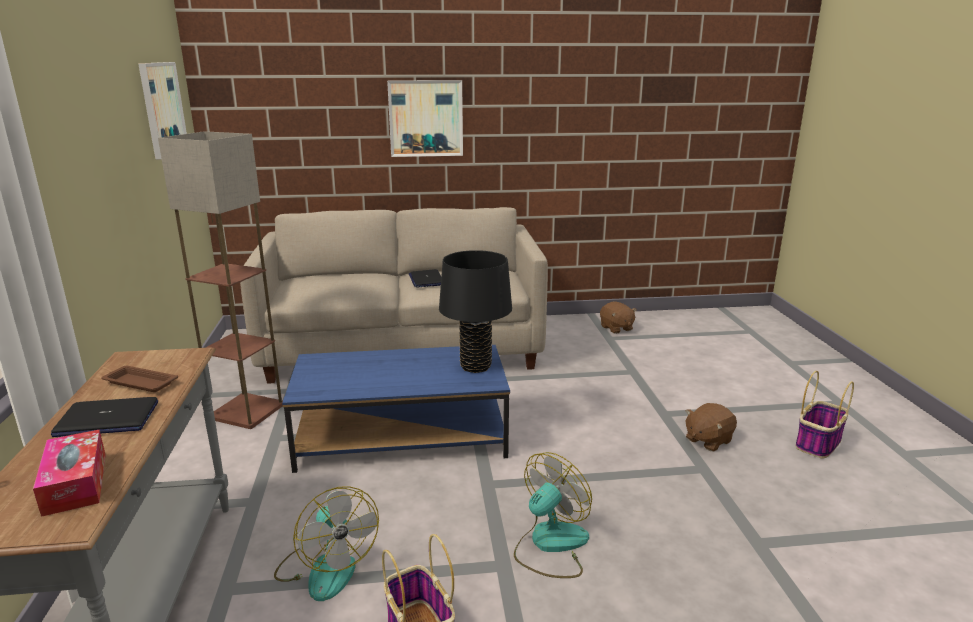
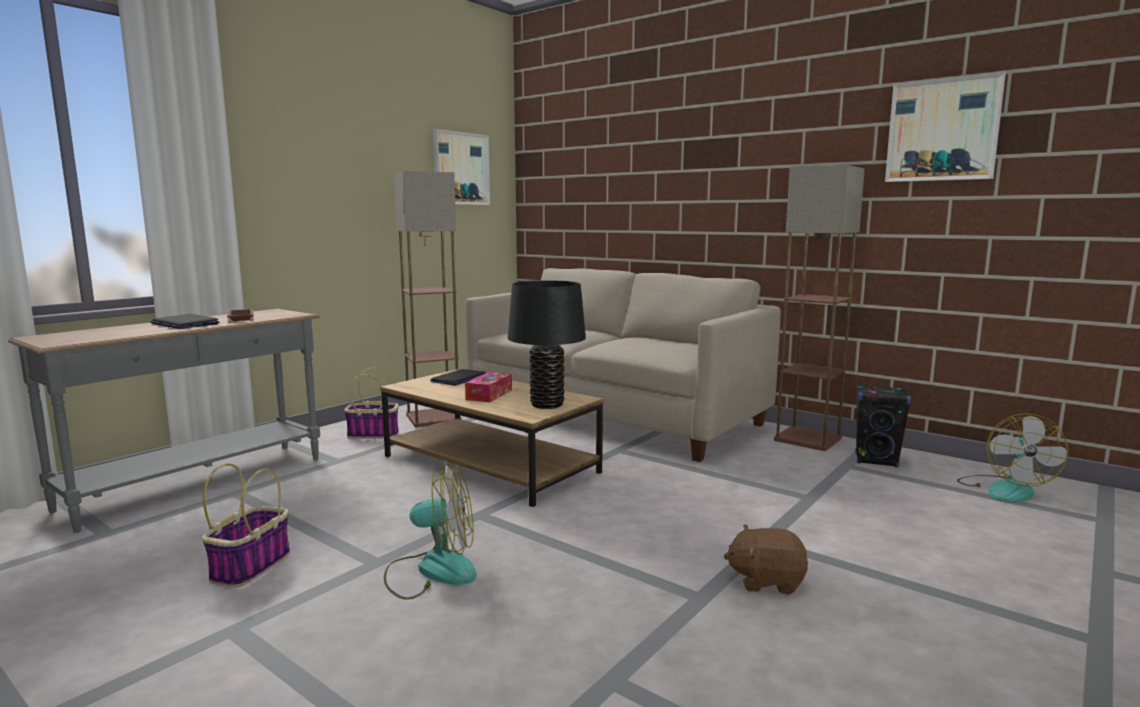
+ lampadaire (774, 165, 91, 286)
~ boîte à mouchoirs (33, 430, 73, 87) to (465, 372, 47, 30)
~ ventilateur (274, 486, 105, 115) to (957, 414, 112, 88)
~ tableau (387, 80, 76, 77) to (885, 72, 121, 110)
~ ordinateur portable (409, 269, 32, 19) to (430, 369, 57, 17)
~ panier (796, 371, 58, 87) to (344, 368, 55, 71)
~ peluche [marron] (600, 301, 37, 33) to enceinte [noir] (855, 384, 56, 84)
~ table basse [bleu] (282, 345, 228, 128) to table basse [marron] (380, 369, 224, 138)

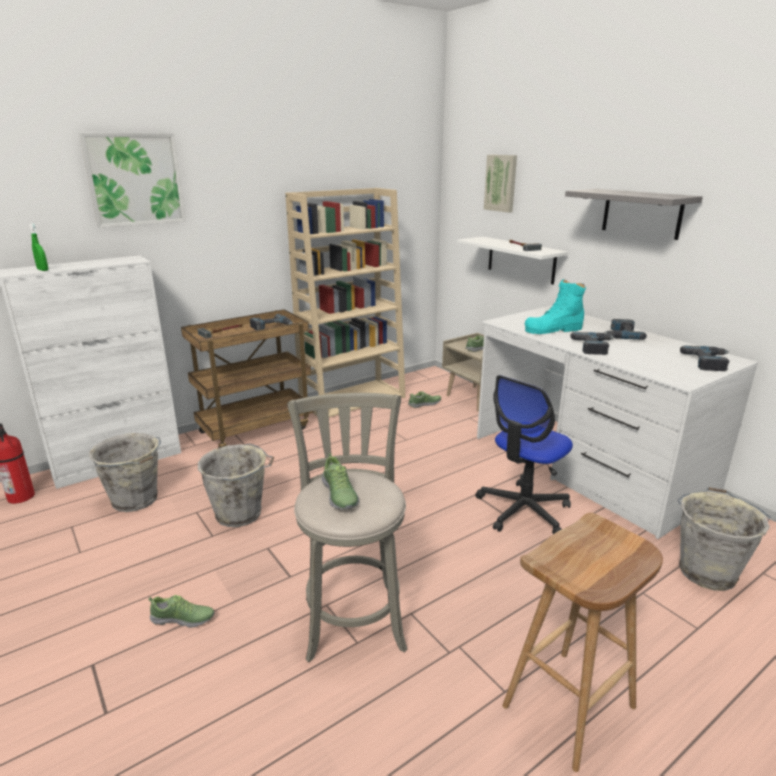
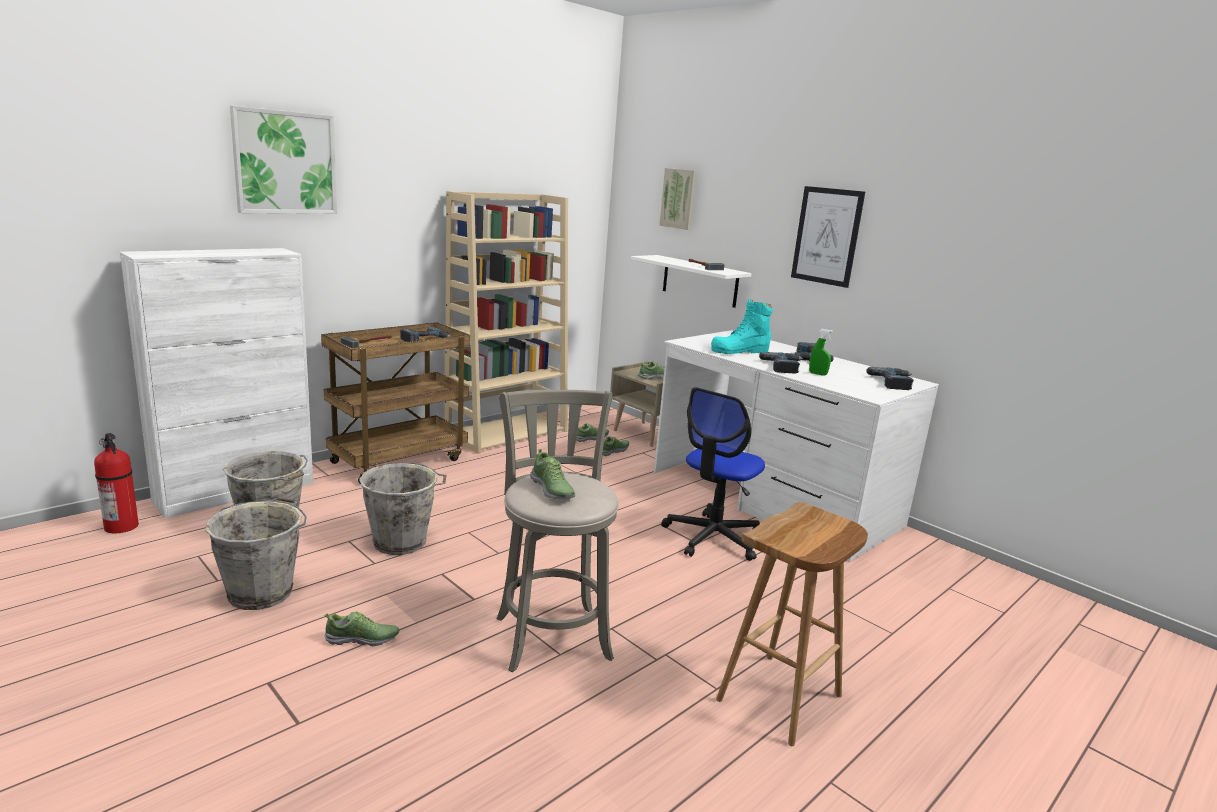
+ chaussure (603, 436, 26, 20)
~ vaporisateur [vert] (29, 223, 19, 48) to (809, 329, 24, 46)
~ seau [gris] (678, 487, 92, 104) to (206, 497, 101, 113)
~ étagère [gris] (565, 189, 138, 51) to tableau (791, 186, 74, 102)

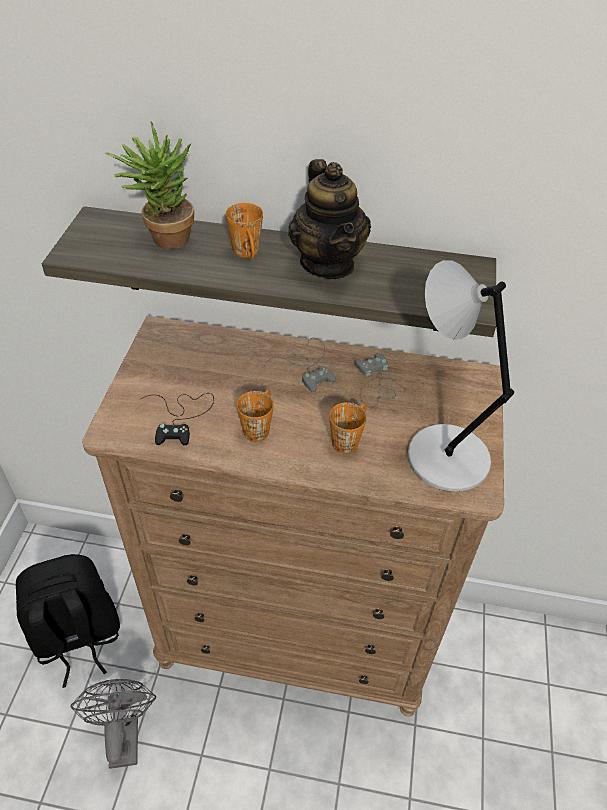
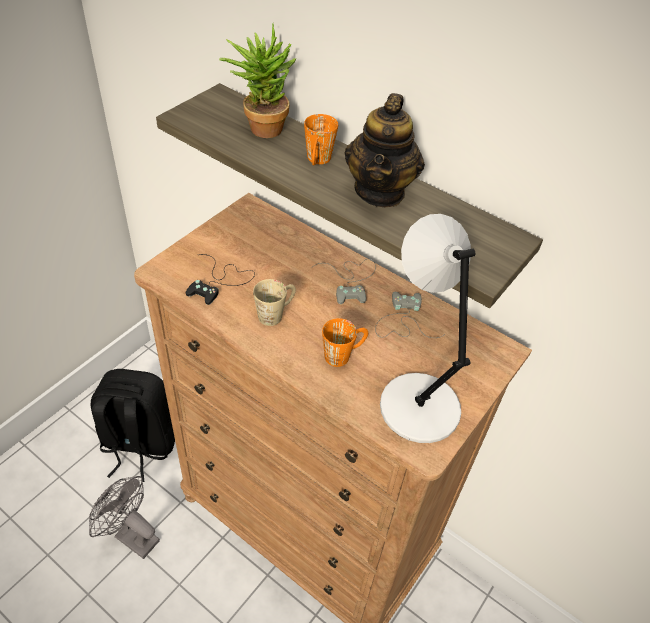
~ mug [orange] (237, 390, 37, 52) to mug [beige] (253, 279, 43, 47)
~ ventilateur [gris] (70, 679, 86, 90) = (89, 476, 71, 83) 75 degrees counterclockwise

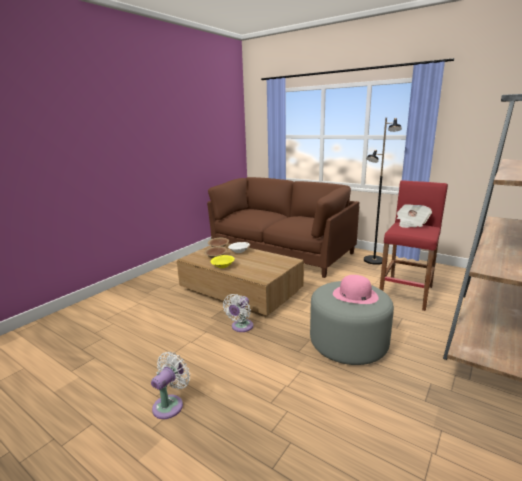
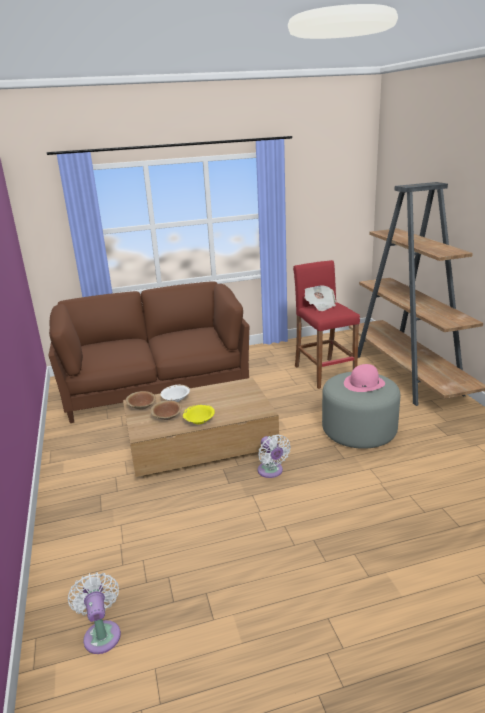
- lampadaire [noir] (364, 118, 38, 147)
~ ventilateur [blanc] (151, 352, 39, 67) to (68, 572, 53, 82)

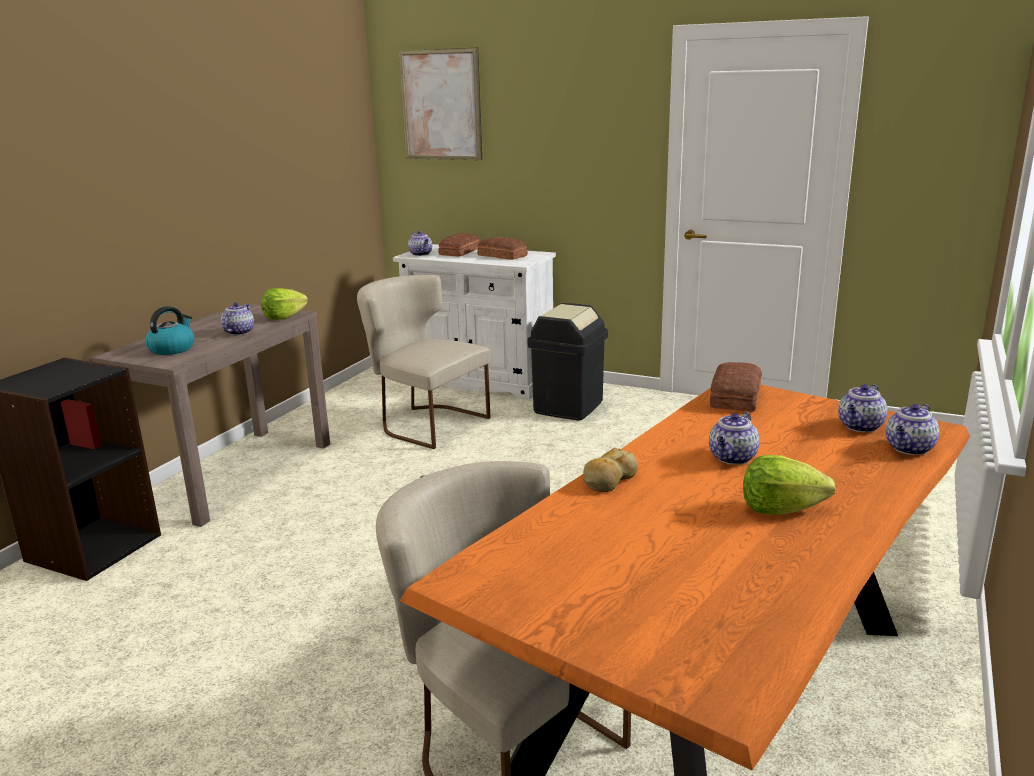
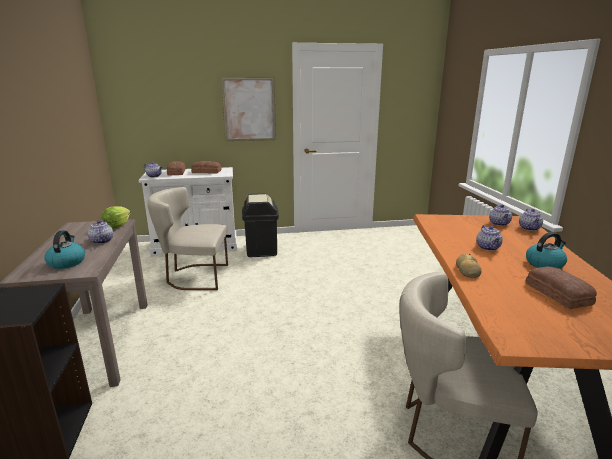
~ tableau (399, 48, 83, 112) to (221, 77, 55, 64)
~ pain (710, 362, 52, 50) to (525, 267, 72, 42)
~ laitue (743, 455, 93, 60) to bouilloire (526, 232, 41, 37)

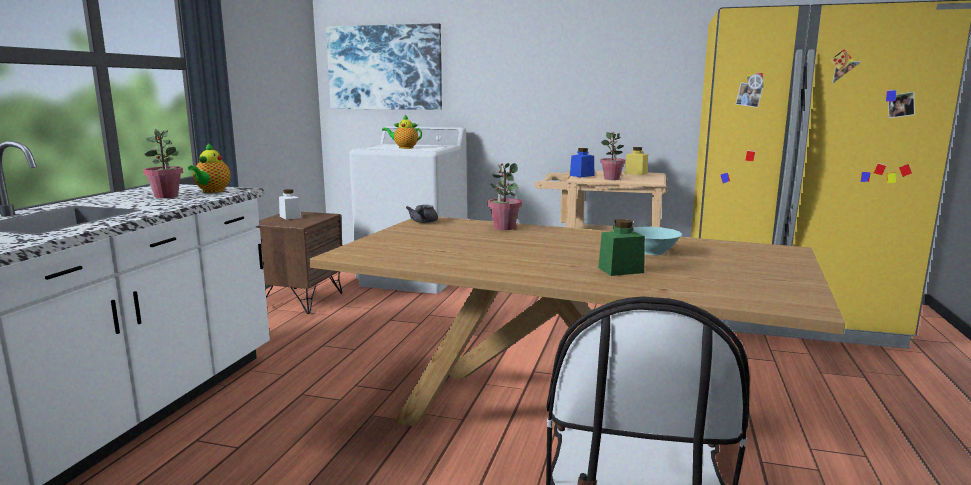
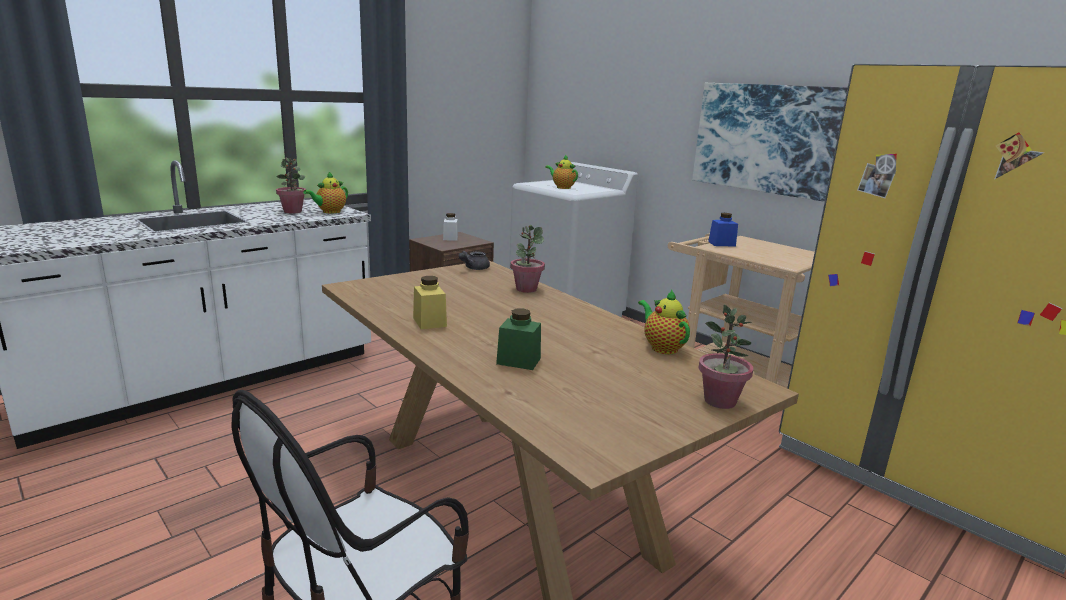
- bol [turquoise] (633, 227, 49, 28)
+ théière (638, 289, 52, 65)
~ tableau (326, 23, 116, 87) to (692, 83, 156, 119)
~ plante en pot (600, 132, 25, 48) to (698, 305, 55, 104)
~ bocal [jaune] (624, 147, 24, 28) to (413, 276, 34, 54)

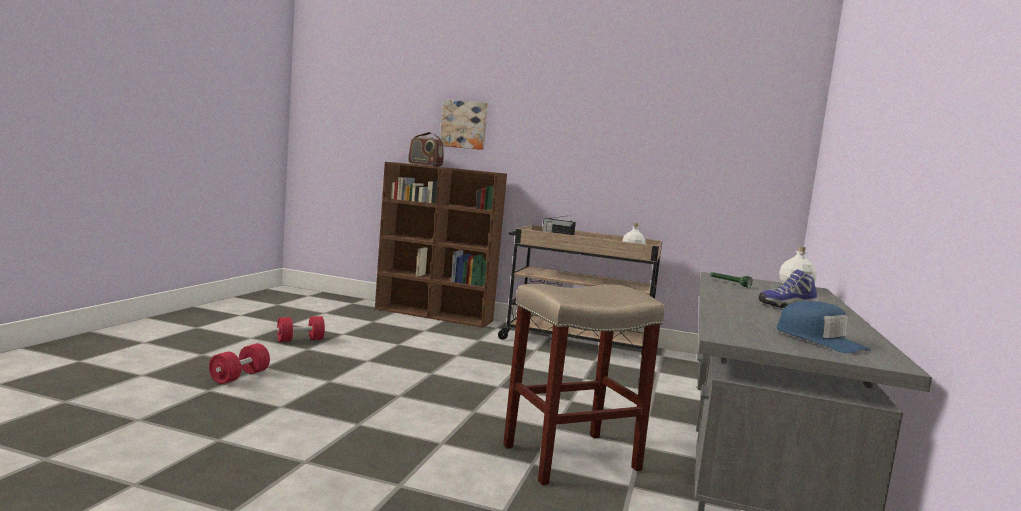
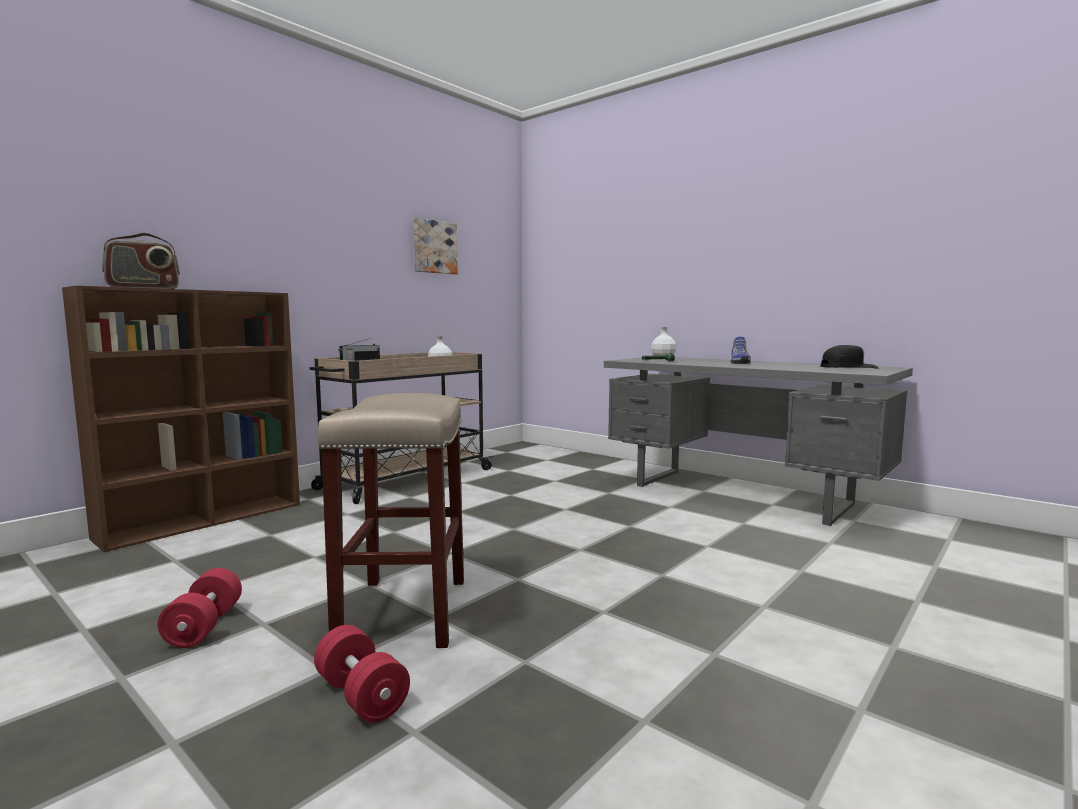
~ tableau (440, 100, 48, 50) to (414, 218, 44, 57)
~ tabouret [beige] (503, 284, 161, 201) to (318, 393, 146, 255)
~ casquette [bleu] (777, 301, 95, 52) to casquette [noir] (820, 345, 59, 24)

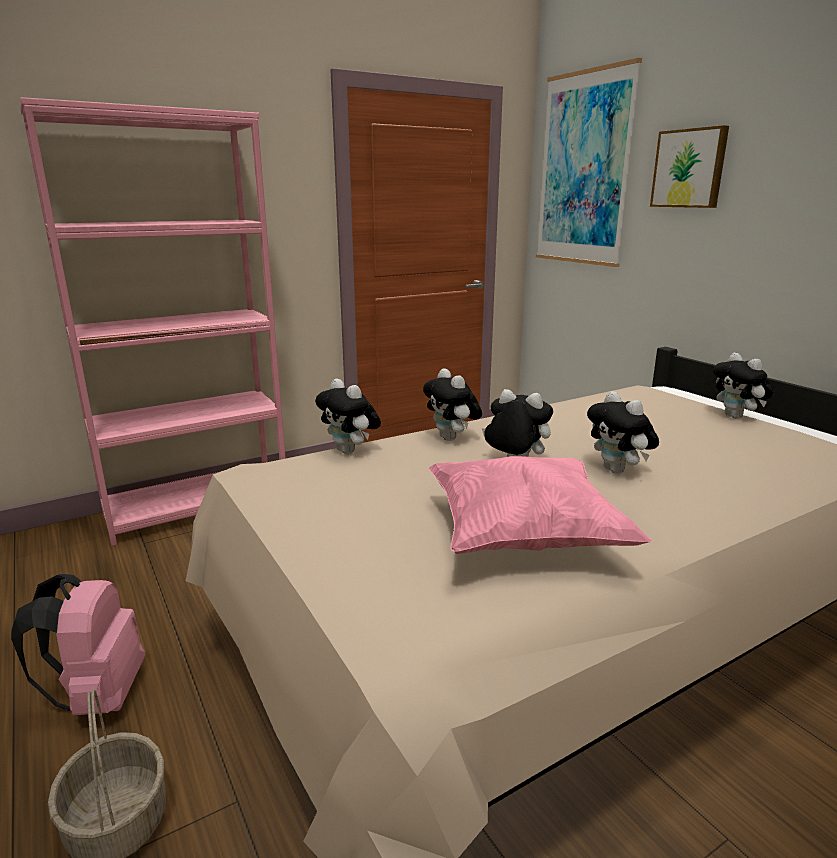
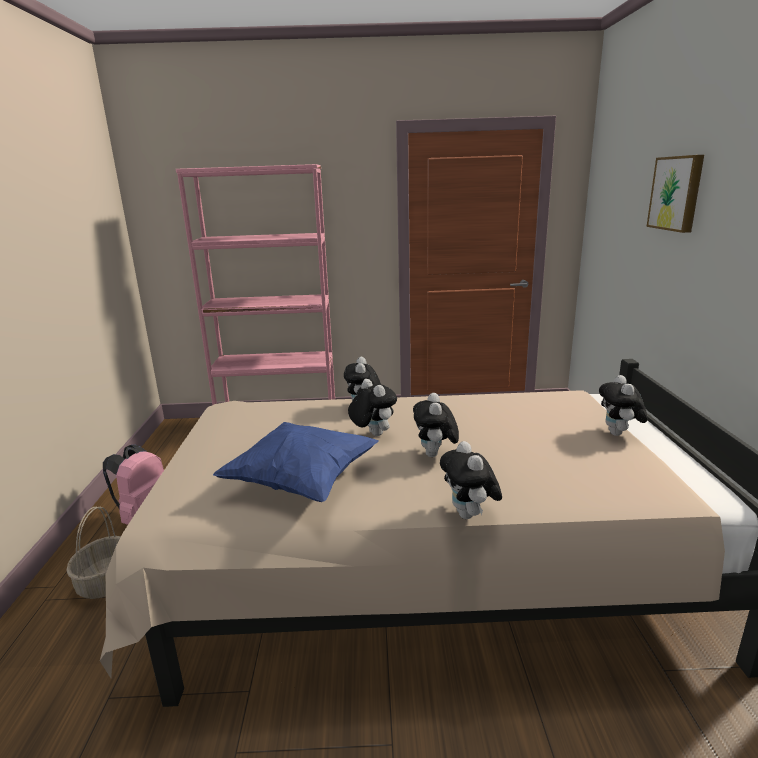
- tableau (536, 58, 106, 209)
~ peluche (315, 379, 66, 75) to (440, 441, 62, 78)
~ coussin [rose] (429, 456, 223, 98) to coussin [bleu] (213, 422, 166, 80)

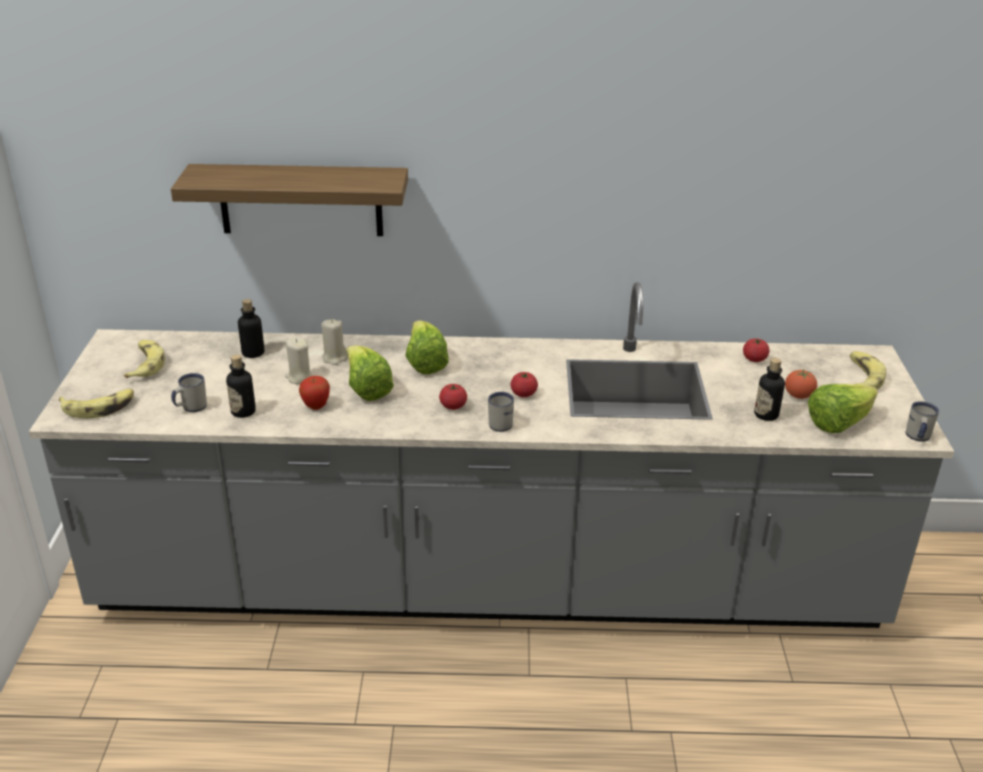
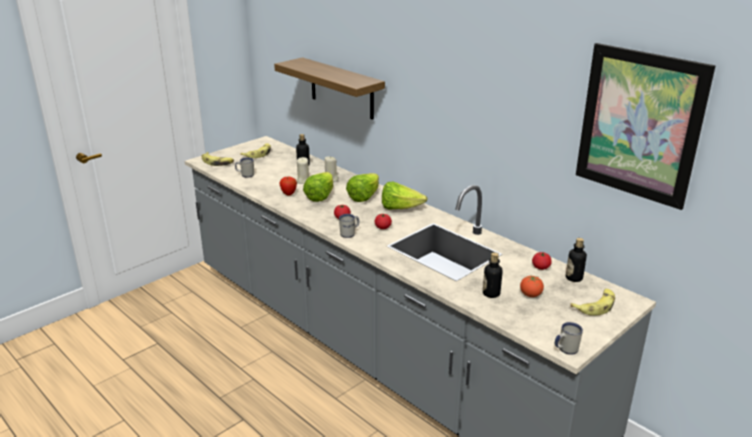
+ tableau (576, 43, 139, 167)
~ bouteille (226, 354, 30, 64) to (566, 238, 21, 44)
~ laitue (808, 384, 70, 49) to (382, 181, 45, 29)

